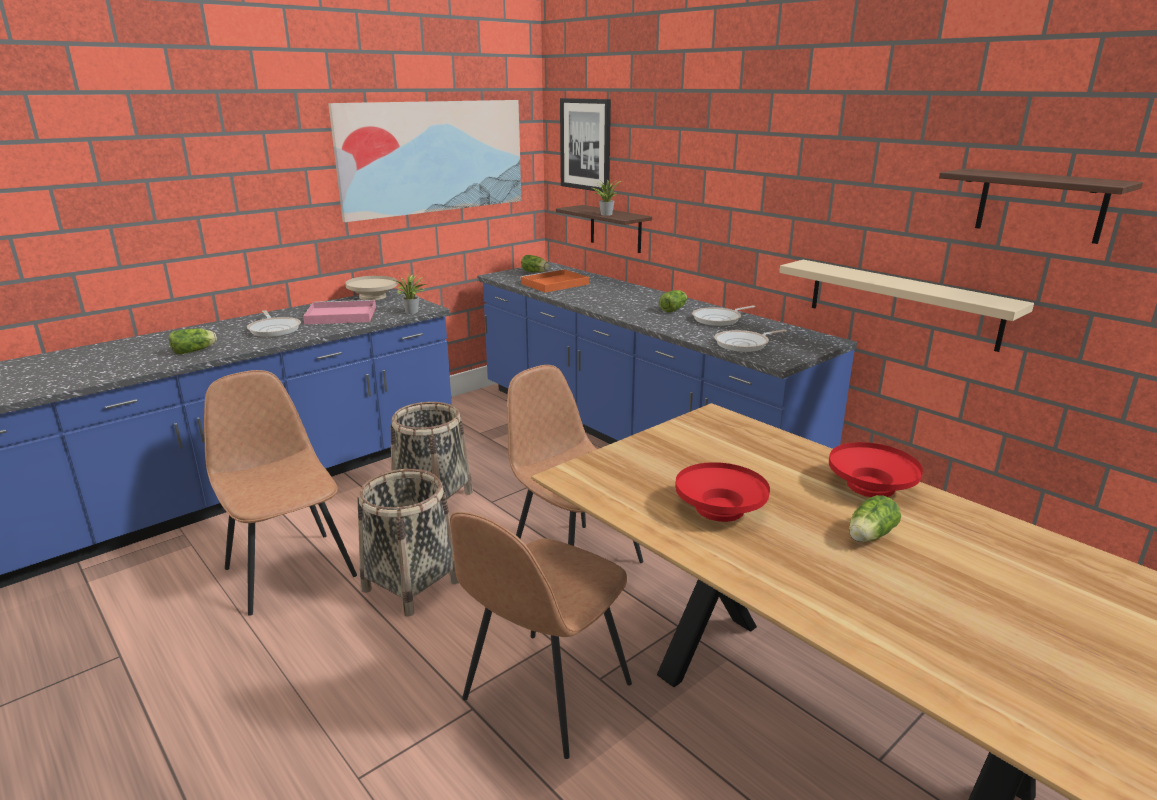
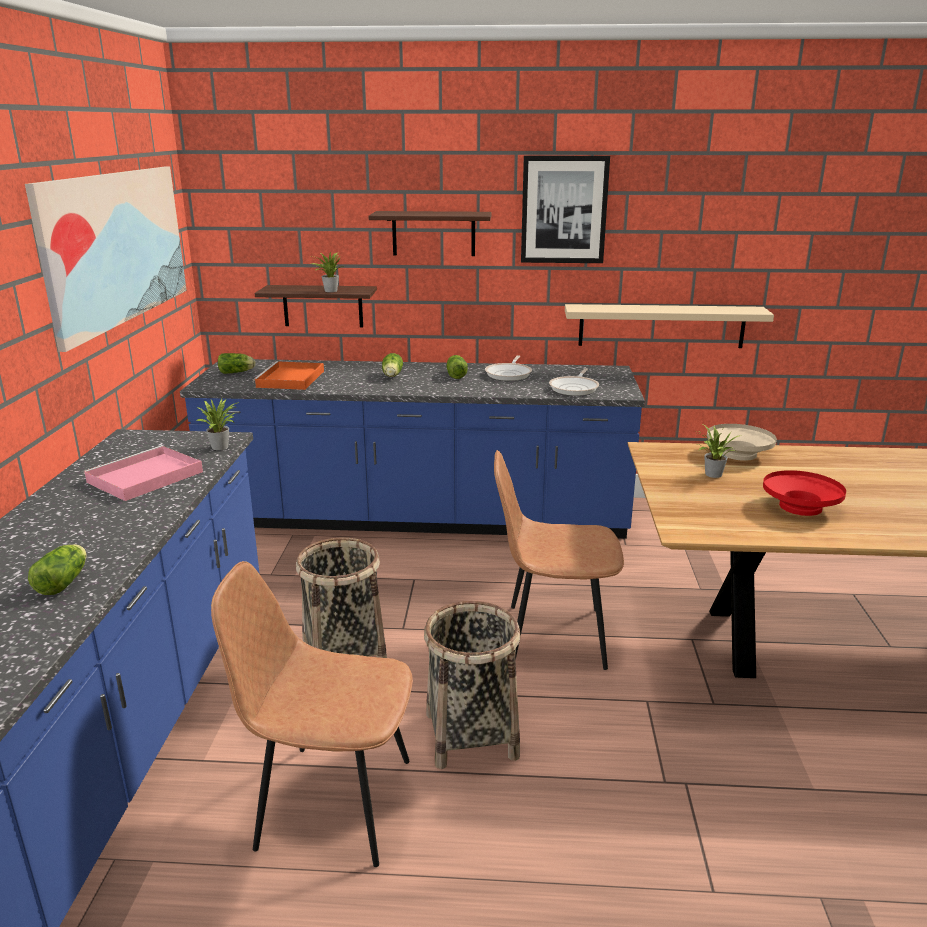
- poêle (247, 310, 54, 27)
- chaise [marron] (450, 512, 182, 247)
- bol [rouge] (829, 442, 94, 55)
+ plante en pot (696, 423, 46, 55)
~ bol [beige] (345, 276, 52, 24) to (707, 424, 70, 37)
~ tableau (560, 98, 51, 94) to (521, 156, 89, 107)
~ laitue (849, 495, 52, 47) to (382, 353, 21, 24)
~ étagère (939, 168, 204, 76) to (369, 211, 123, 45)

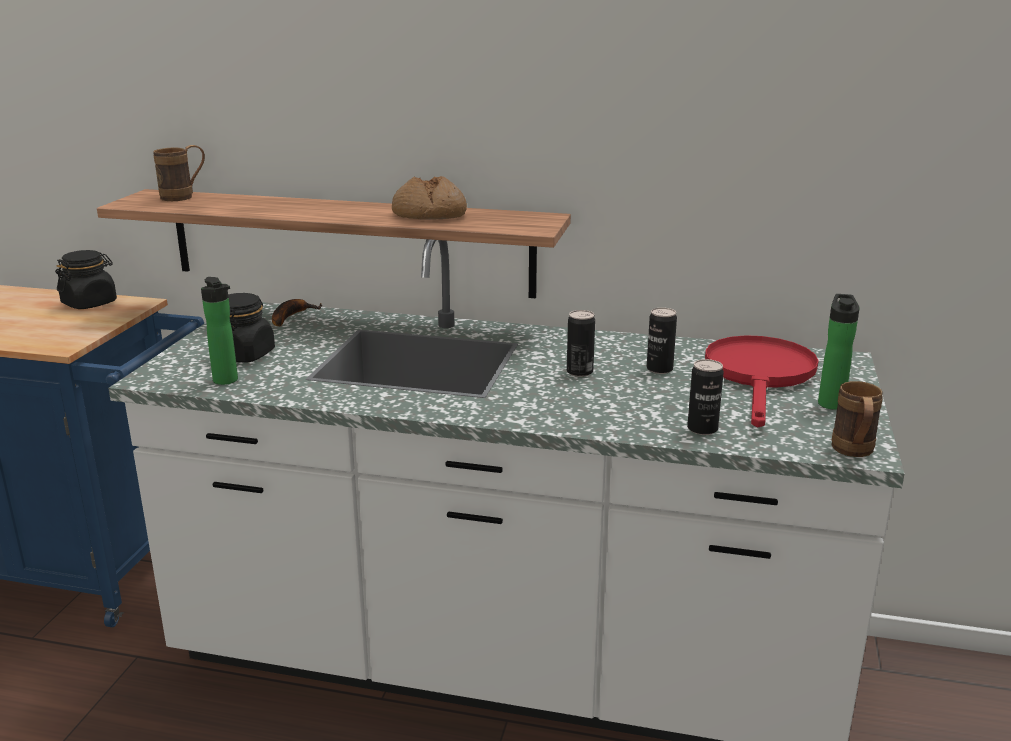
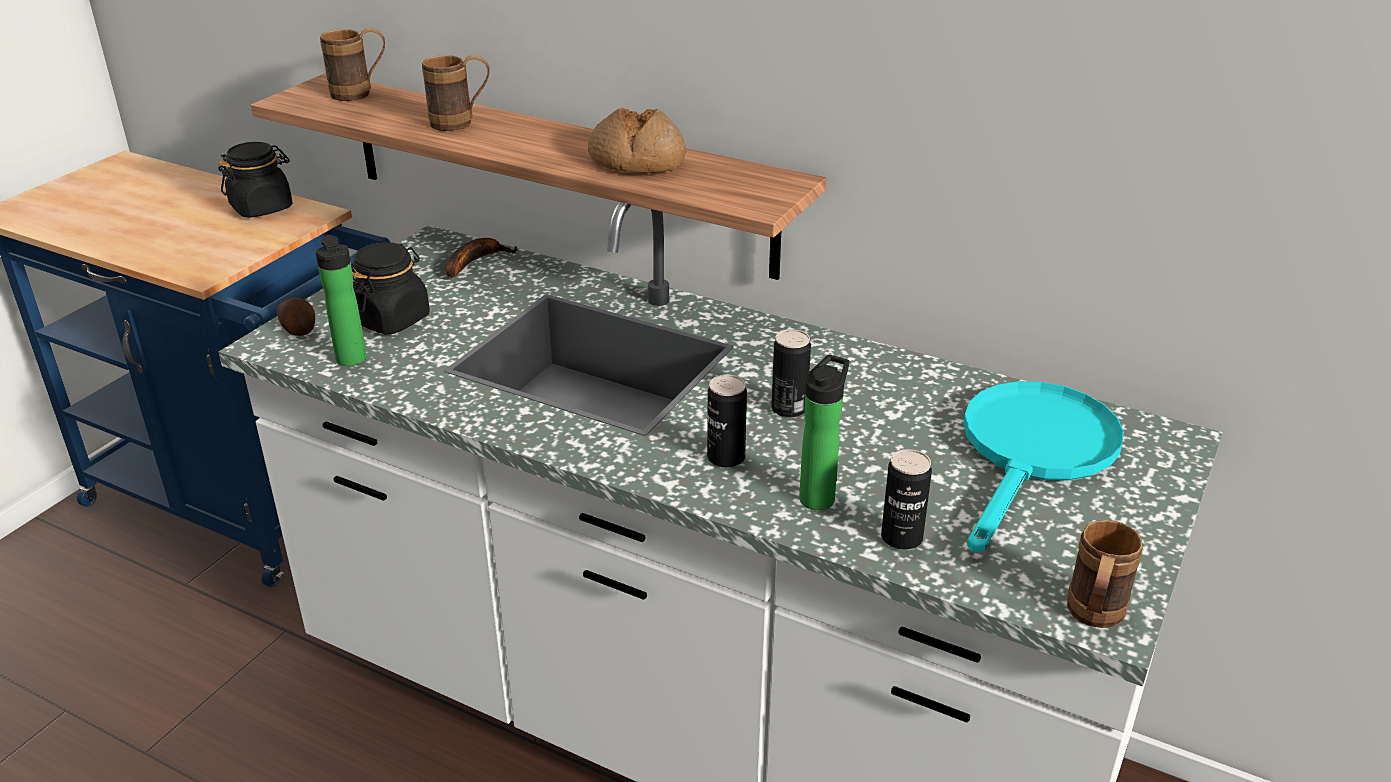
+ pomme de terre (277, 298, 38, 38)
+ mug [marron] (422, 55, 67, 76)
~ boîte métallique (647, 307, 30, 67) to (707, 375, 40, 93)
~ bouteille (818, 294, 42, 116) to (799, 355, 50, 155)
~ poêle [rouge] (705, 335, 114, 92) to poêle [turquoise] (964, 381, 160, 172)

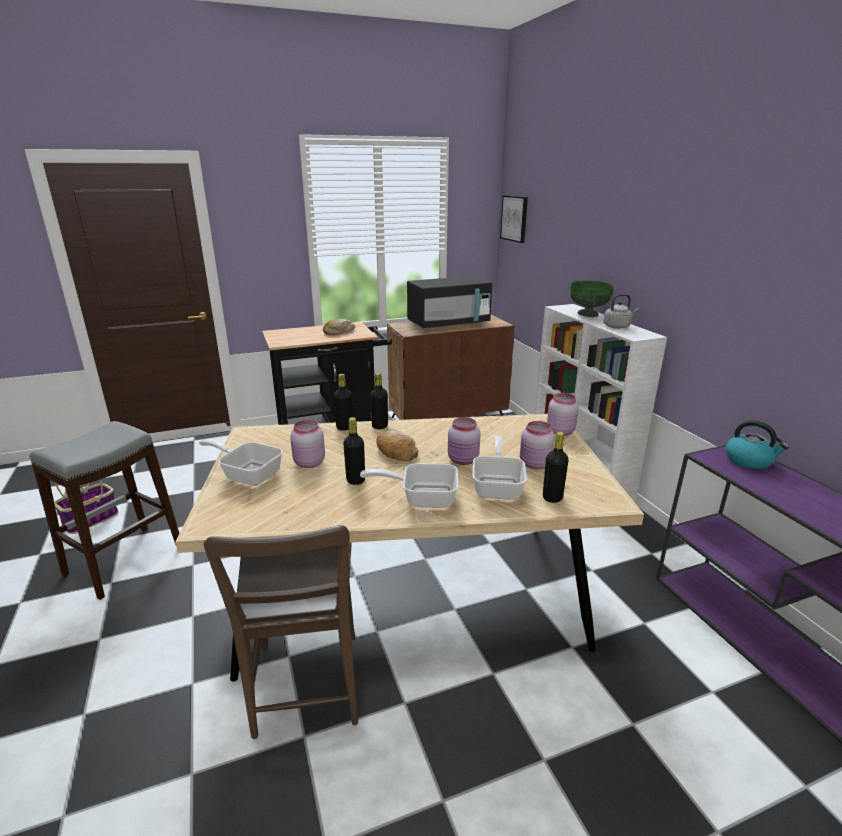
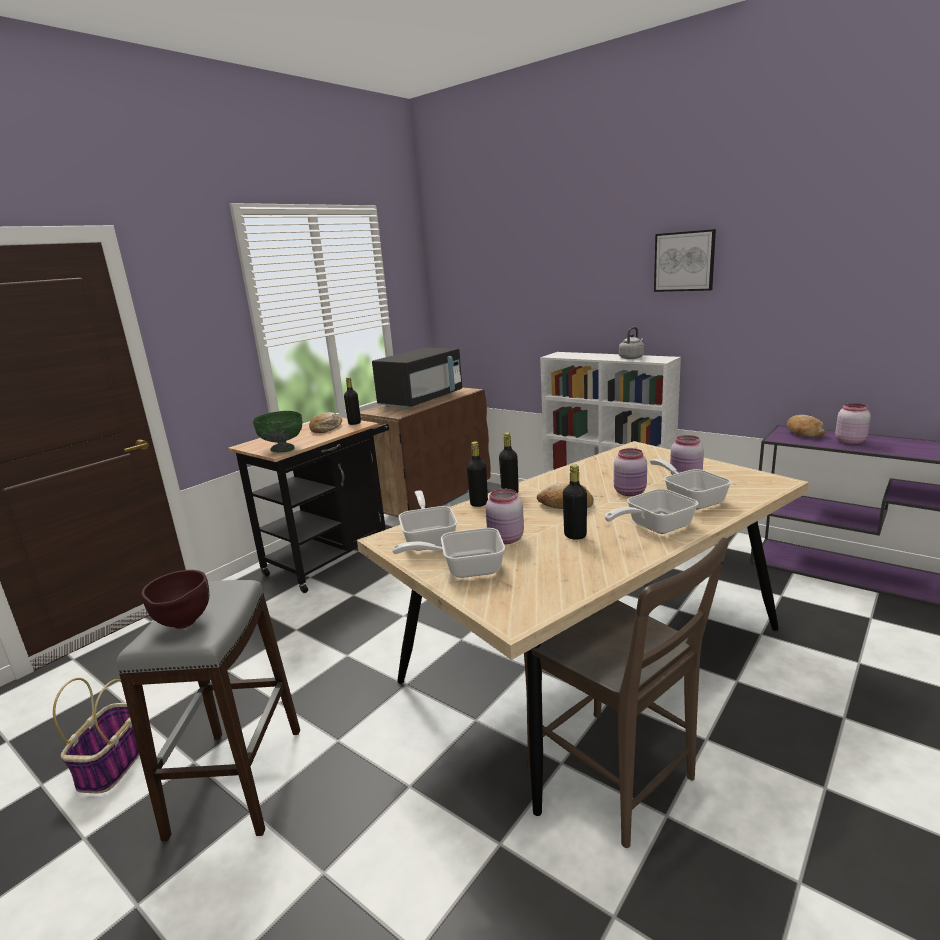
+ bol [marron] (142, 570, 67, 59)
+ poêle (399, 490, 58, 61)
~ tableau (500, 195, 28, 48) to (654, 229, 62, 63)
~ bouteille [noir] (543, 432, 25, 71) to (344, 377, 17, 48)
~ bocal [rose] (547, 393, 32, 43) to (835, 403, 36, 42)
~ bol [vert] (570, 281, 44, 36) to (252, 411, 50, 42)
~ bouilloire (726, 420, 63, 49) to pain (787, 415, 38, 23)

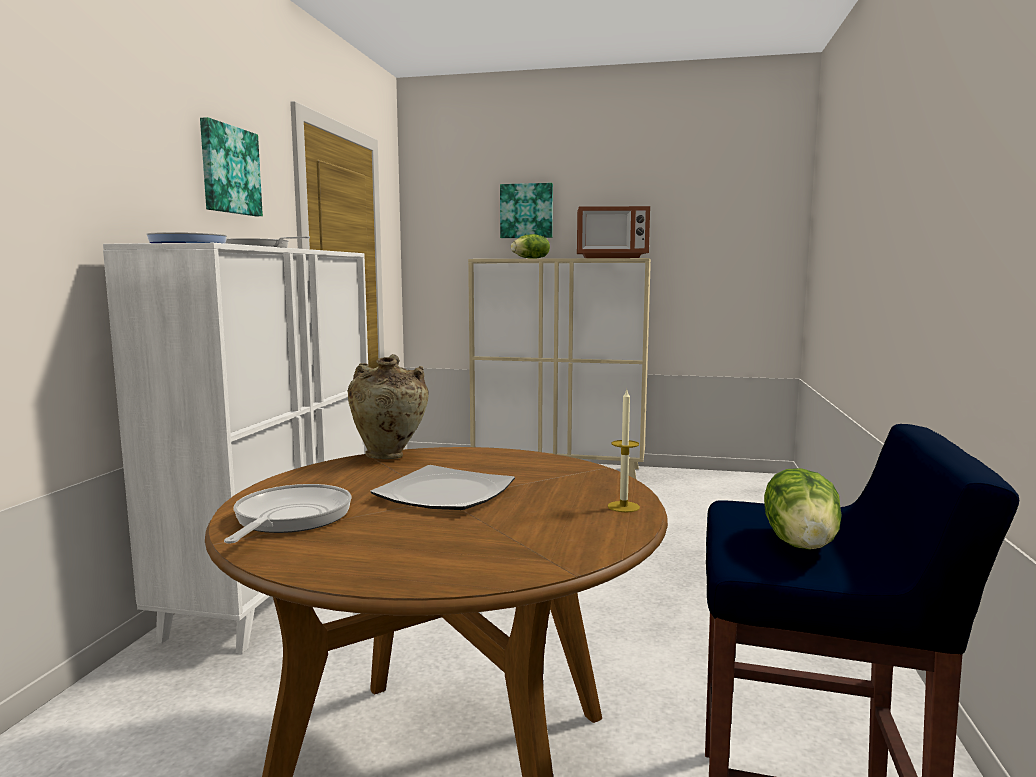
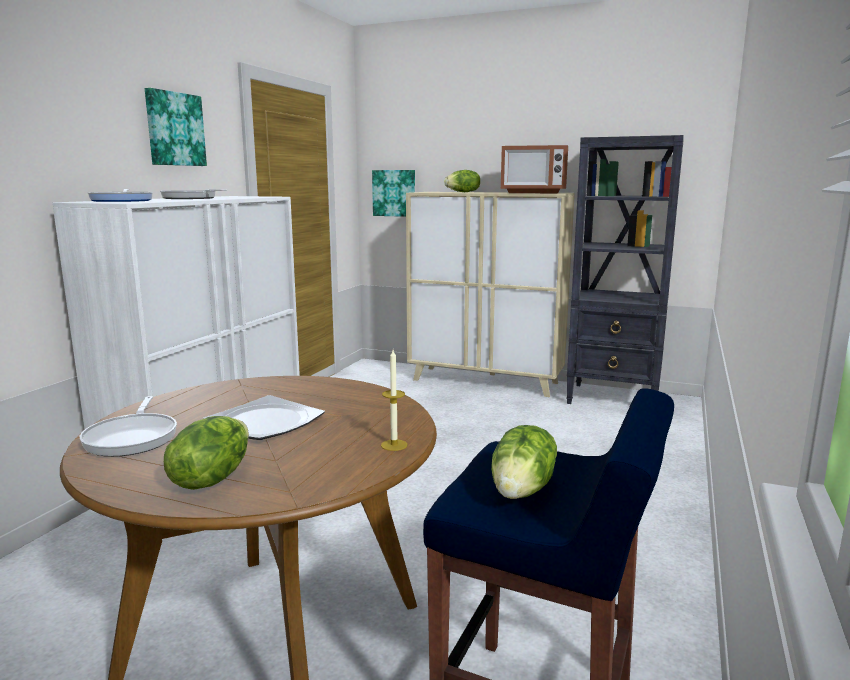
- vase [beige] (347, 354, 82, 105)
+ laitue (164, 416, 85, 74)
+ bibliothèque [noir] (566, 135, 118, 269)
~ tableau (500, 183, 53, 55) to (372, 170, 43, 47)
~ poêle (224, 484, 128, 60) = (80, 396, 97, 61) 150 degrees clockwise

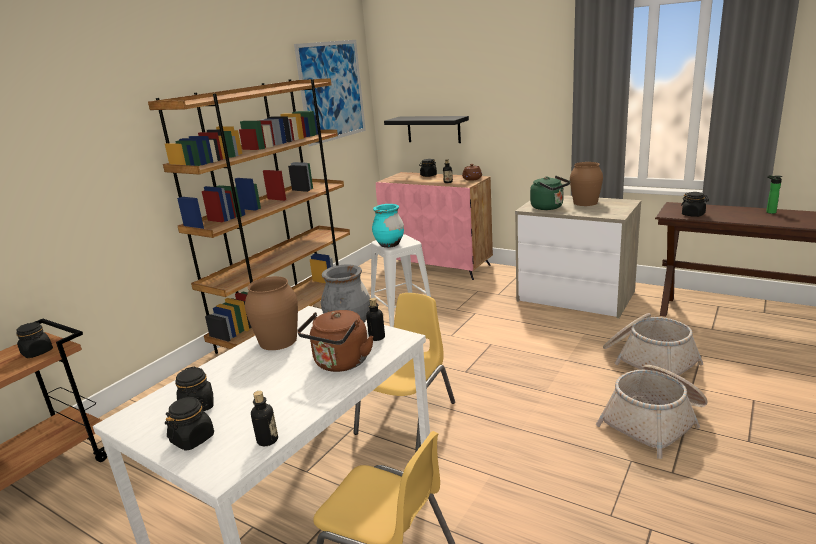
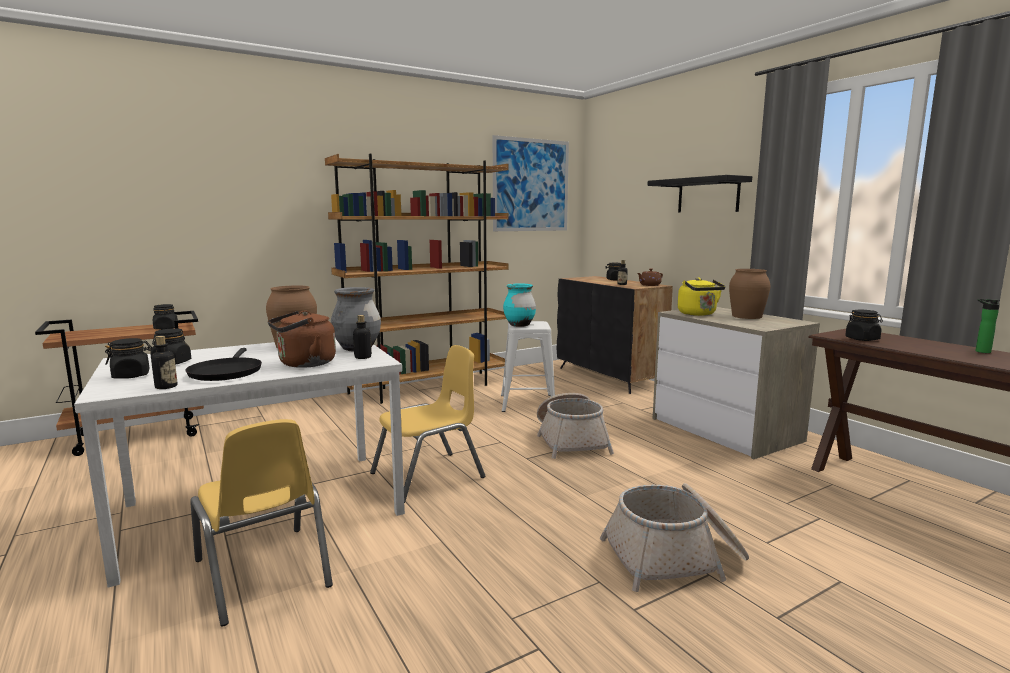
+ poêle [noir] (185, 348, 77, 33)
~ étagère [noir] (384, 116, 85, 27) to (647, 175, 105, 38)
~ panier (603, 313, 100, 62) to (537, 393, 77, 66)
~ meuble de rangement [rose] (376, 172, 117, 108) to meuble de rangement [noir] (557, 276, 116, 118)
~ bouilloire [vert] (530, 176, 40, 34) to bouilloire [jaune] (678, 278, 47, 38)

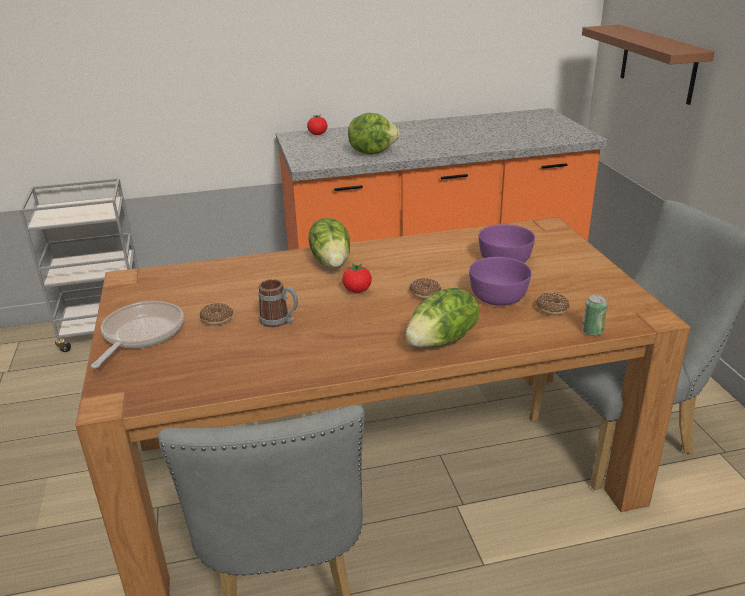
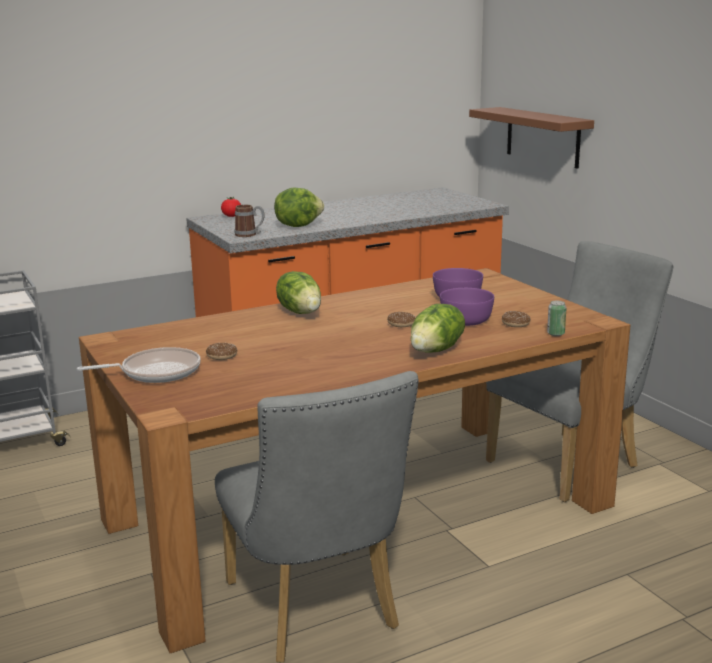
- tomate (342, 263, 30, 30)
~ mug (258, 279, 40, 49) to (235, 205, 30, 32)
~ poêle (91, 301, 93, 67) = (77, 347, 124, 36) 75 degrees clockwise

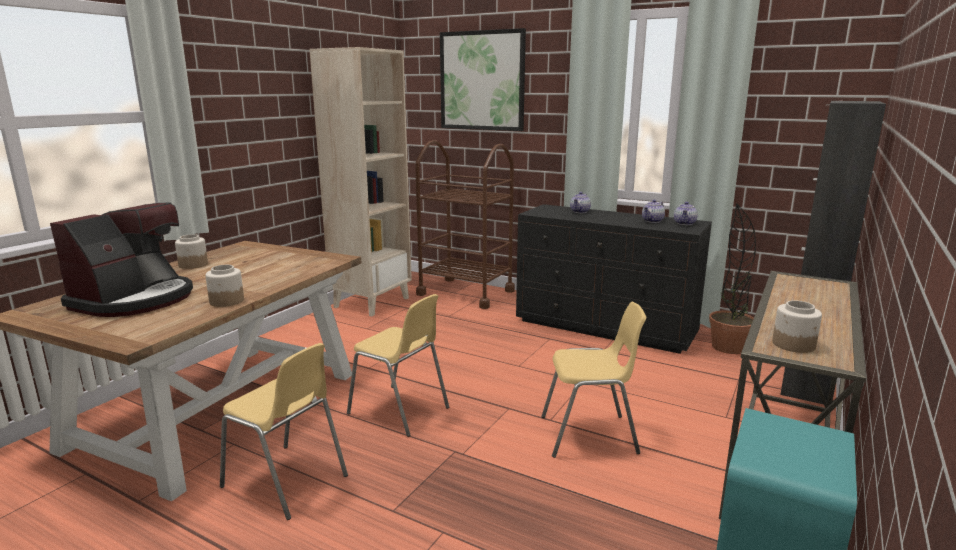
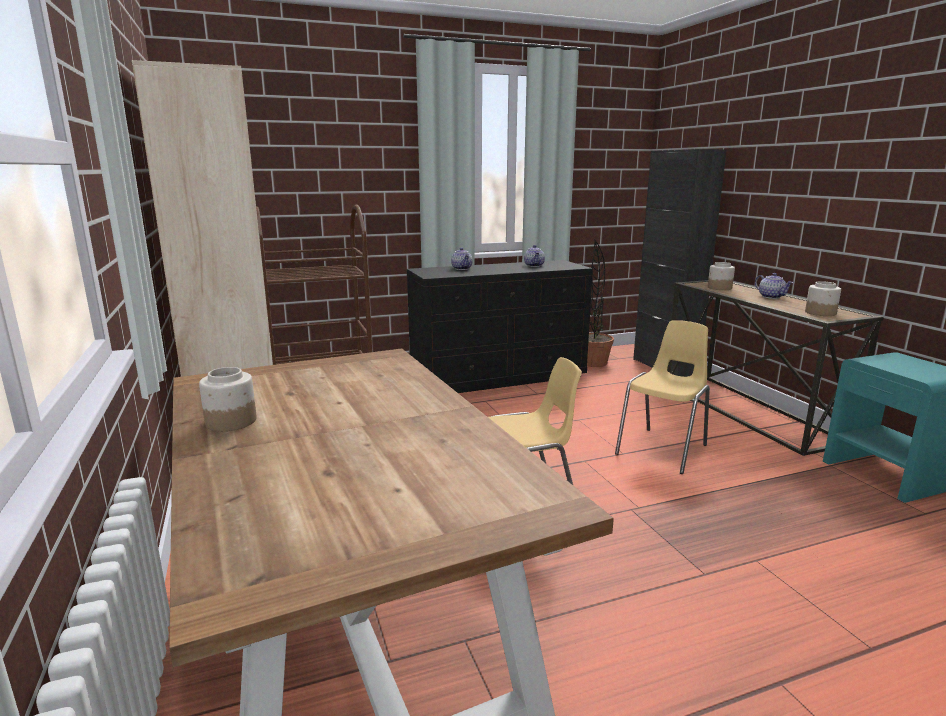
- machine à café (50, 202, 143, 115)
- chaise [jaune] (220, 343, 128, 177)
- tableau (440, 28, 86, 103)
~ bocal (205, 265, 39, 42) to (708, 262, 27, 28)
~ théière (674, 202, 24, 23) to (755, 273, 38, 26)

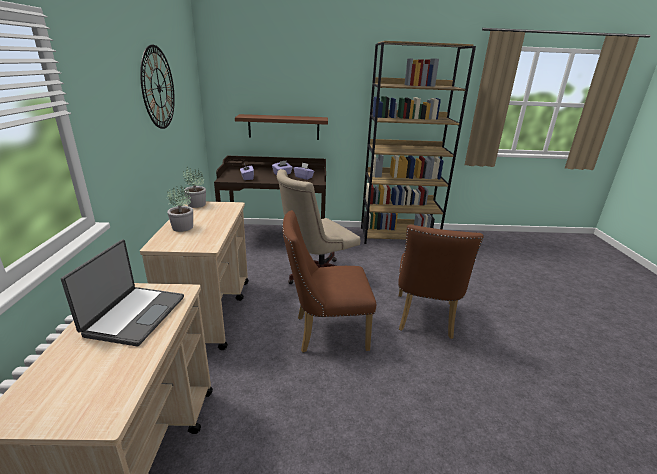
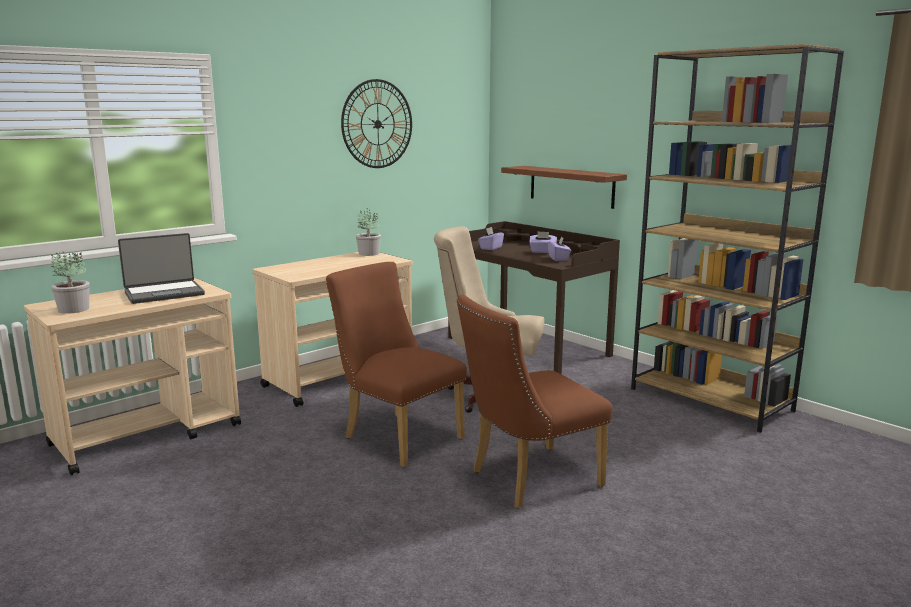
~ plante en pot (167, 185, 26, 47) to (51, 251, 38, 63)

